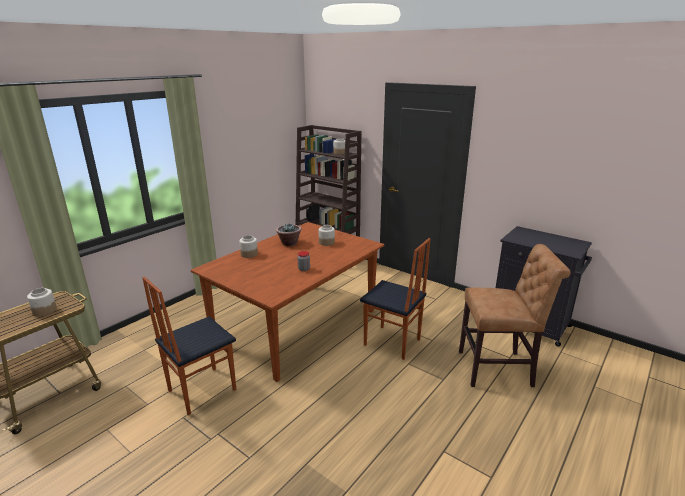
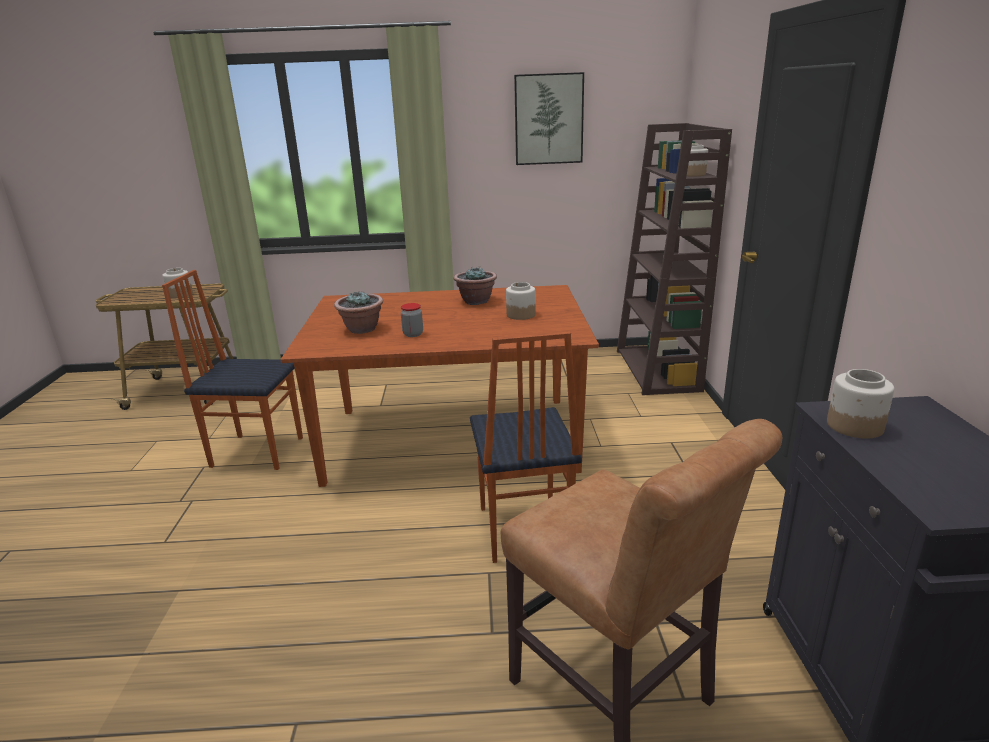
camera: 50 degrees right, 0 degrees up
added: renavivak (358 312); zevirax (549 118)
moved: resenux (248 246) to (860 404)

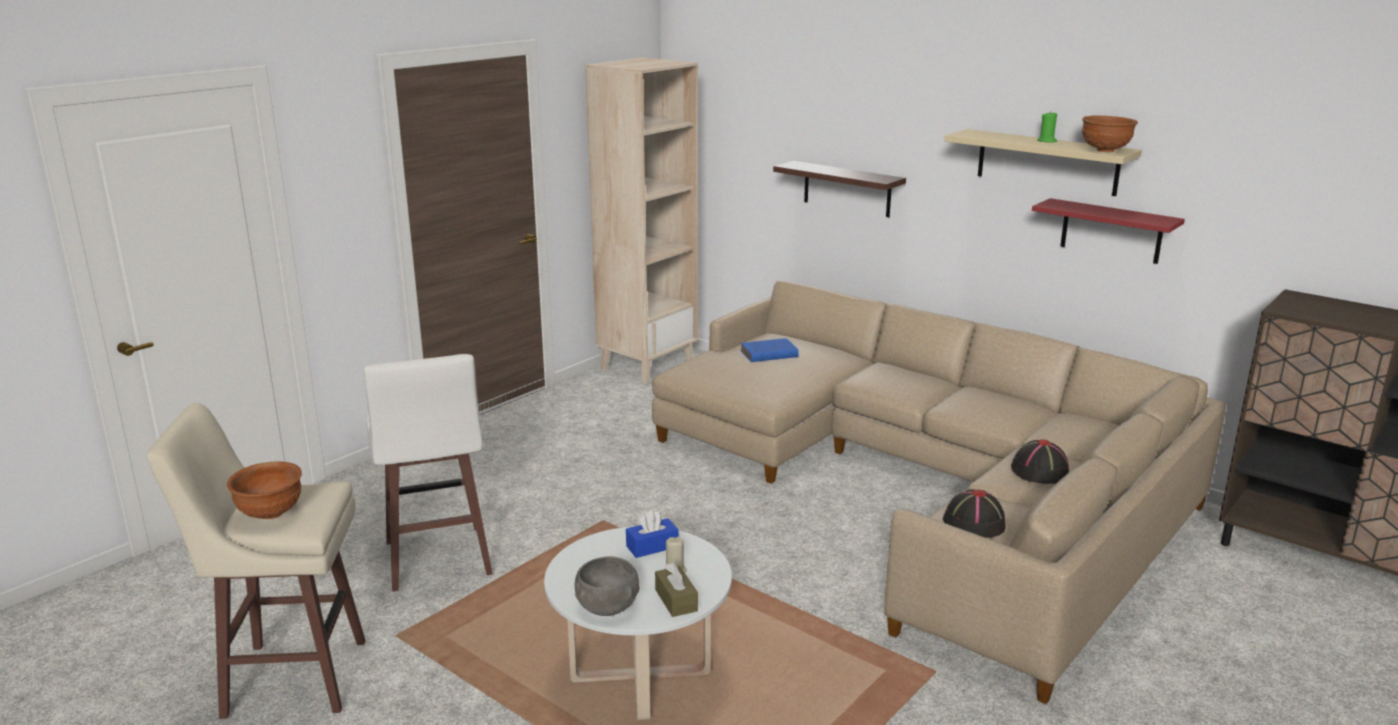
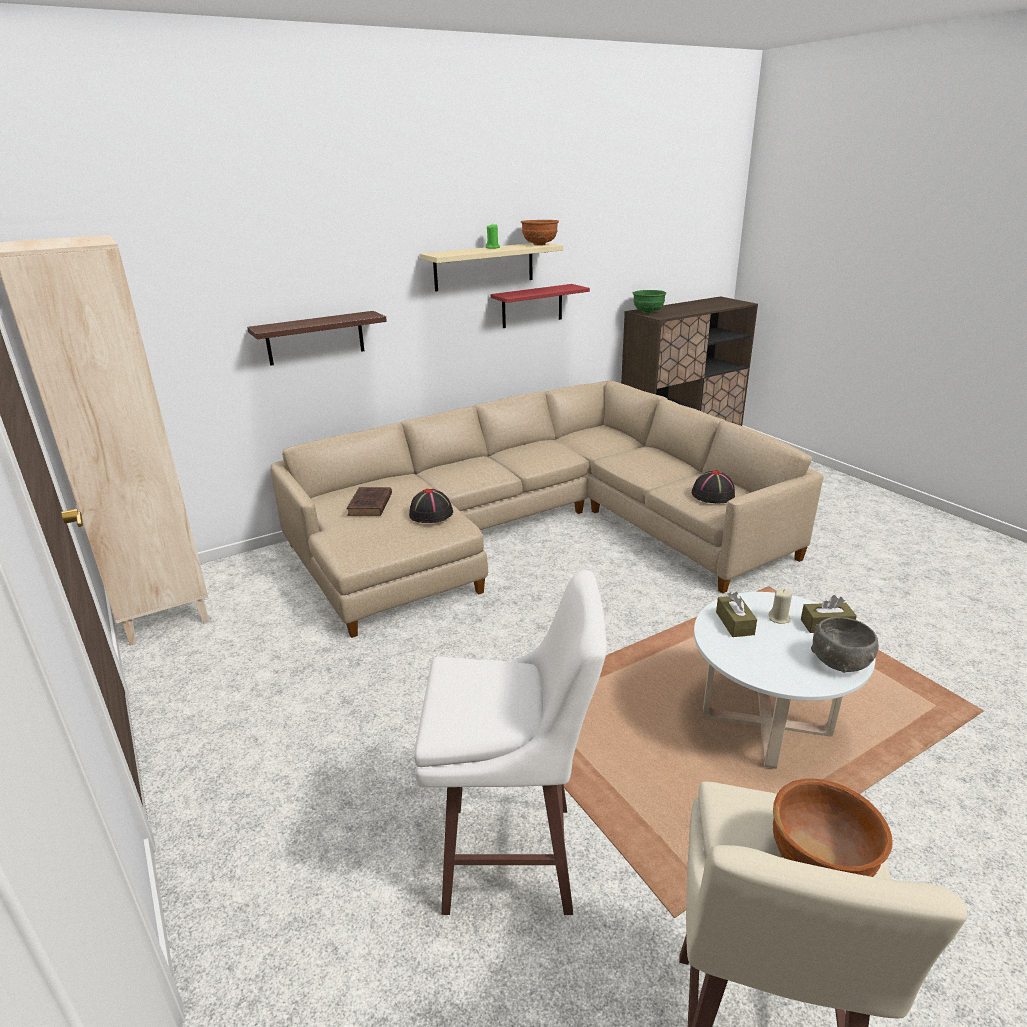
camera: 70 degrees left, 5 degrees up
added: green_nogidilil (649 302)
moved: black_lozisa (1040 461) to (431 506)
recoloured: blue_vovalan (652 534) to brown_vovalan (736 614); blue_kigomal (769 350) to brown_kigomal (369 501)

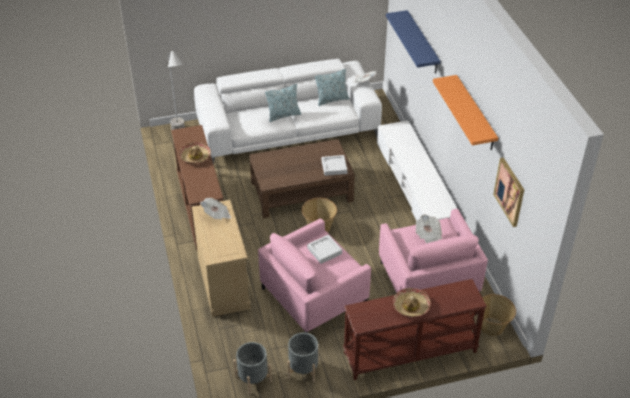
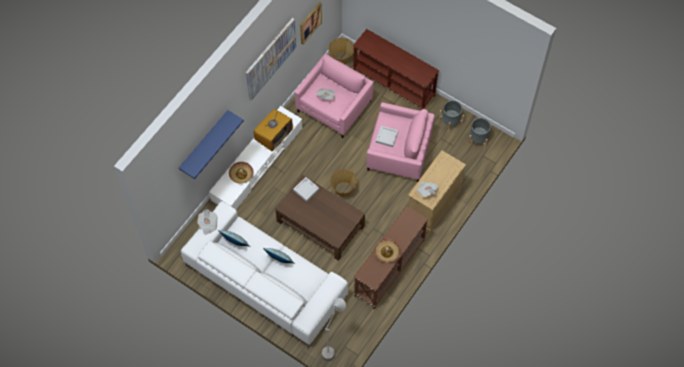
camera: 130 degrees left, 20 degrees up
added: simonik (273 130)
moved: lozisa (412 302) to (241 173)
replaced: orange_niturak (465 112) to zevirax (271 59)

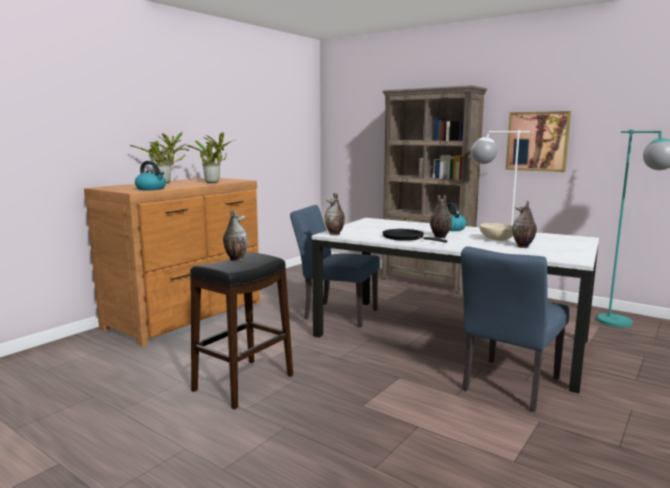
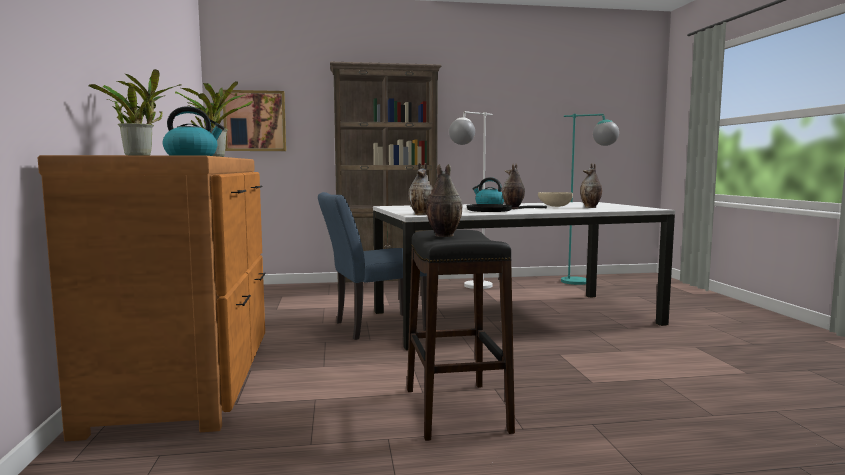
camera: 45 degrees left, 5 degrees down
removed: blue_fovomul (515 329)
moved: zevirax (538 141) to (254 120)

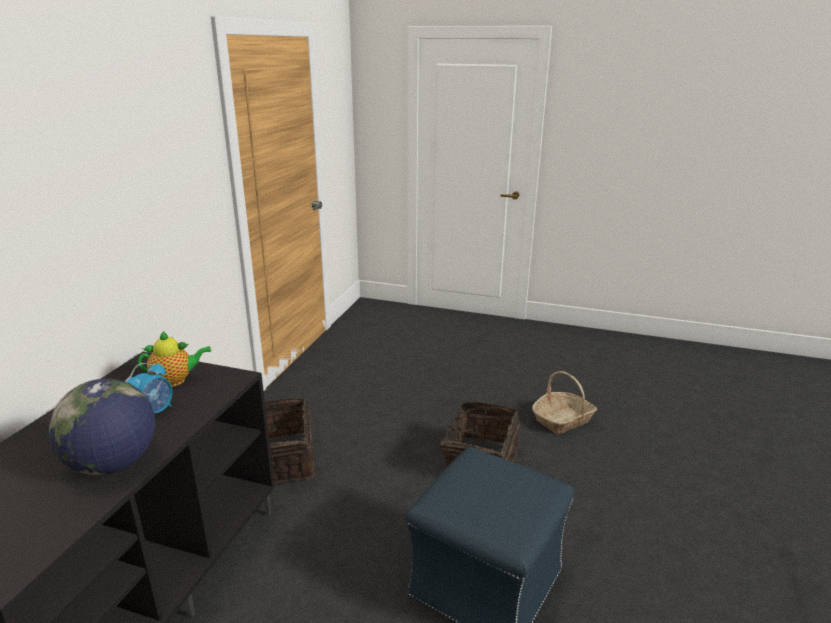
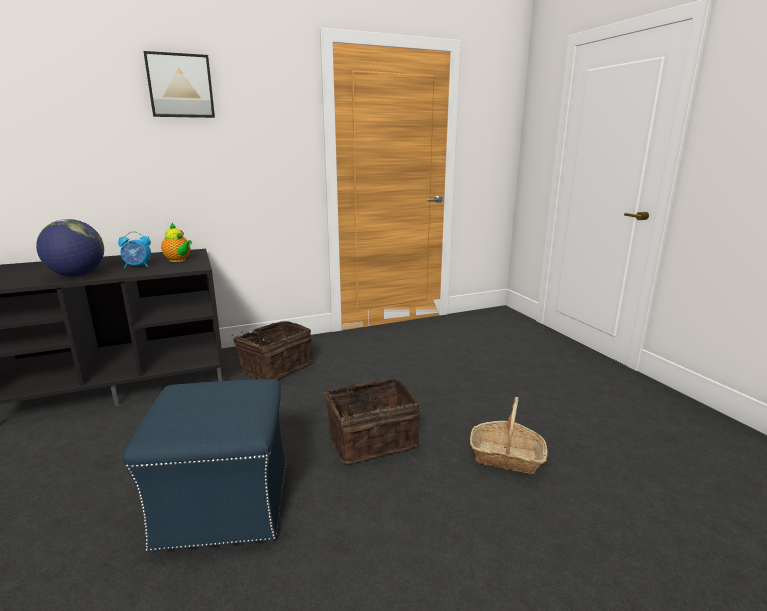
camera: 50 degrees right, 5 degrees down
added: zevirax (179 84)

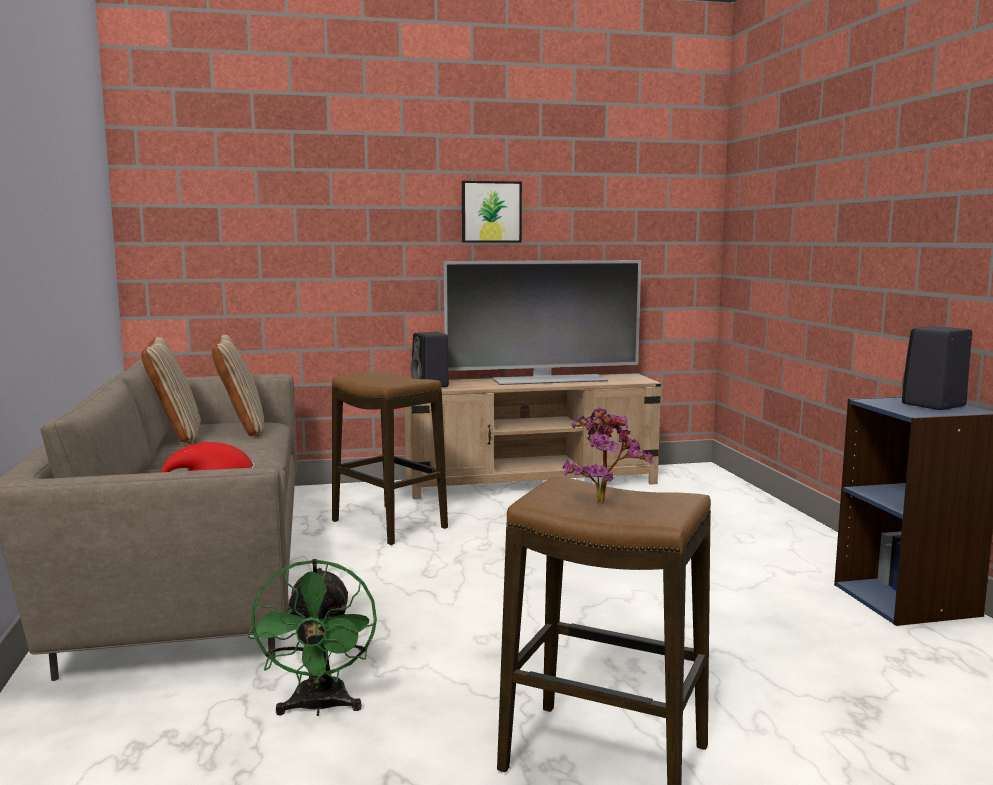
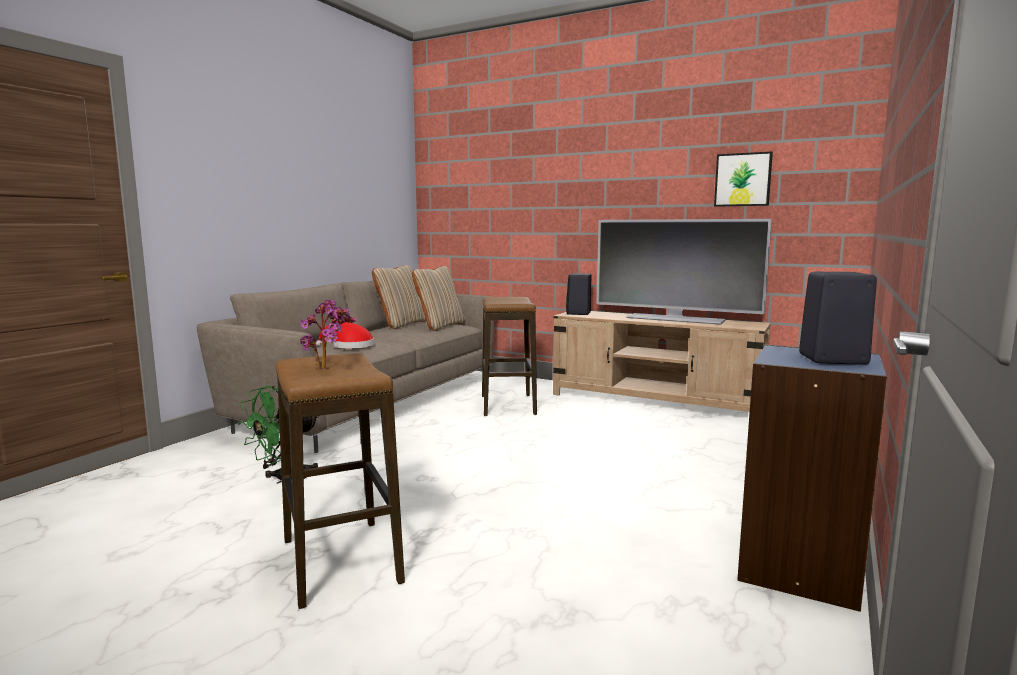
camera: 40 degrees right, 0 degrees up
moved: zevirax (492 211) to (743 179)

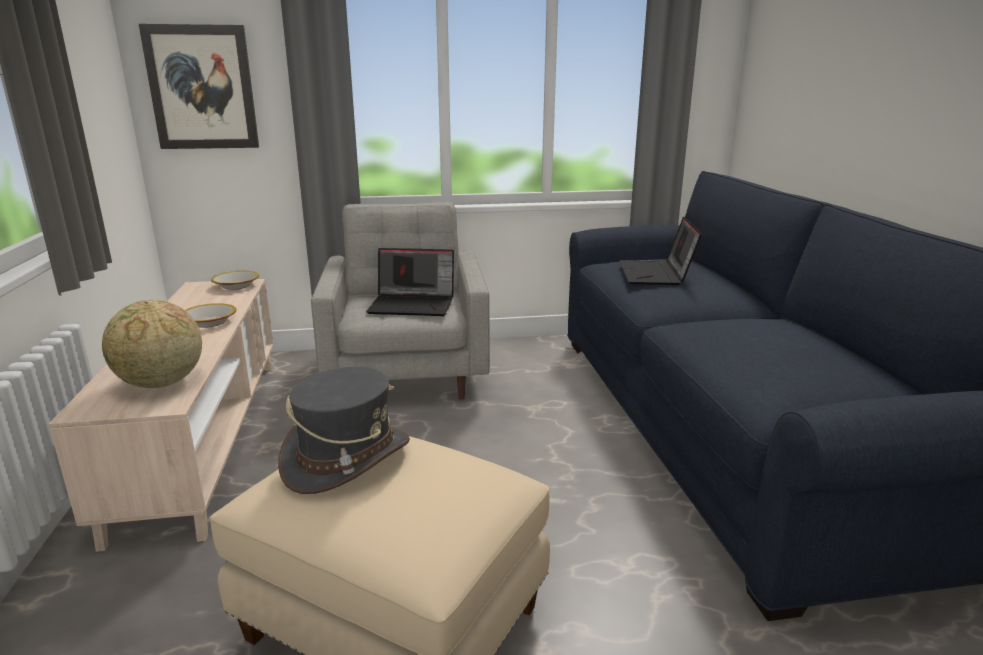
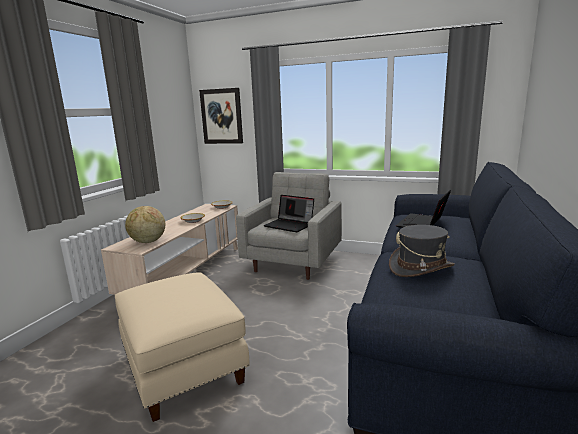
camera: 30 degrees right, 5 degrees down
moved: grey_lozisa (344 430) to (422 251)

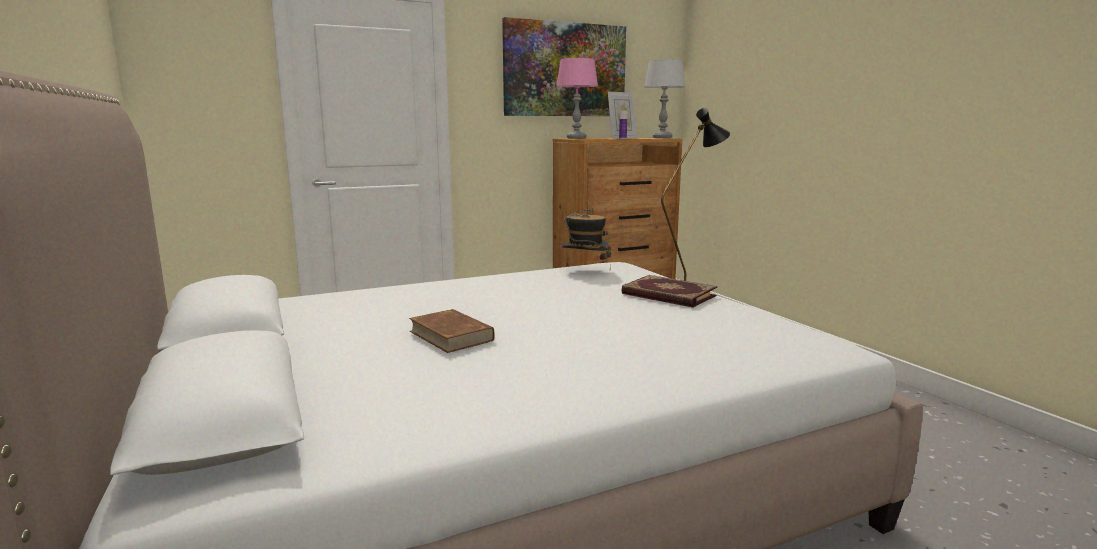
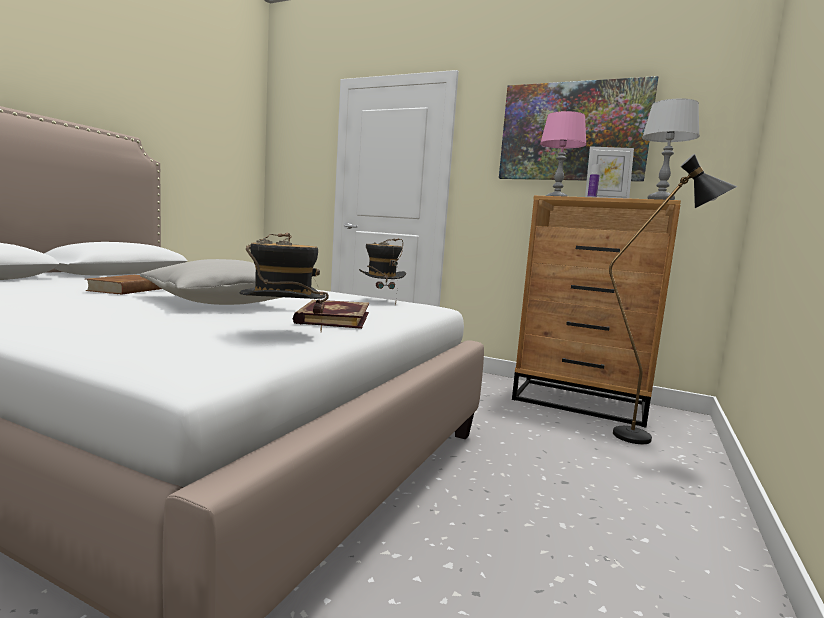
camera: 50 degrees right, 5 degrees down
added: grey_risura (211 282); lozisa (284 281)

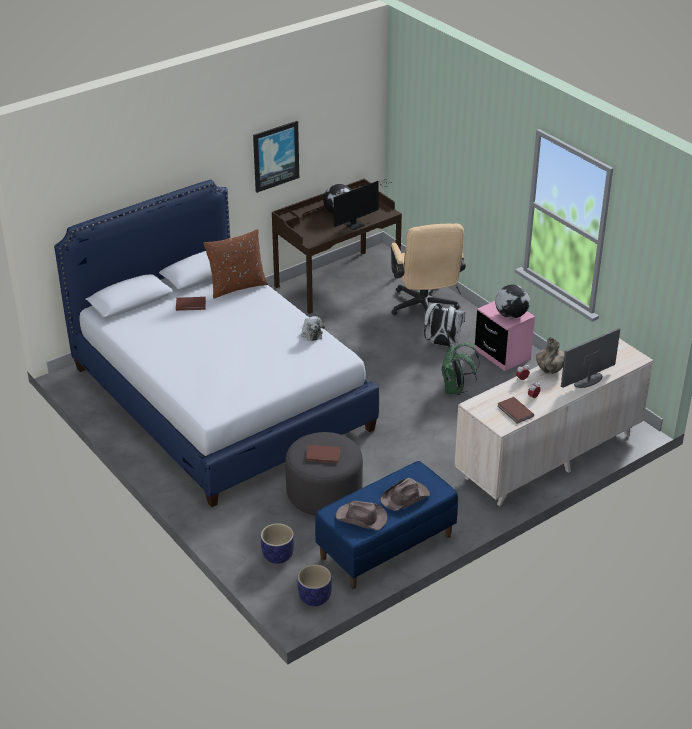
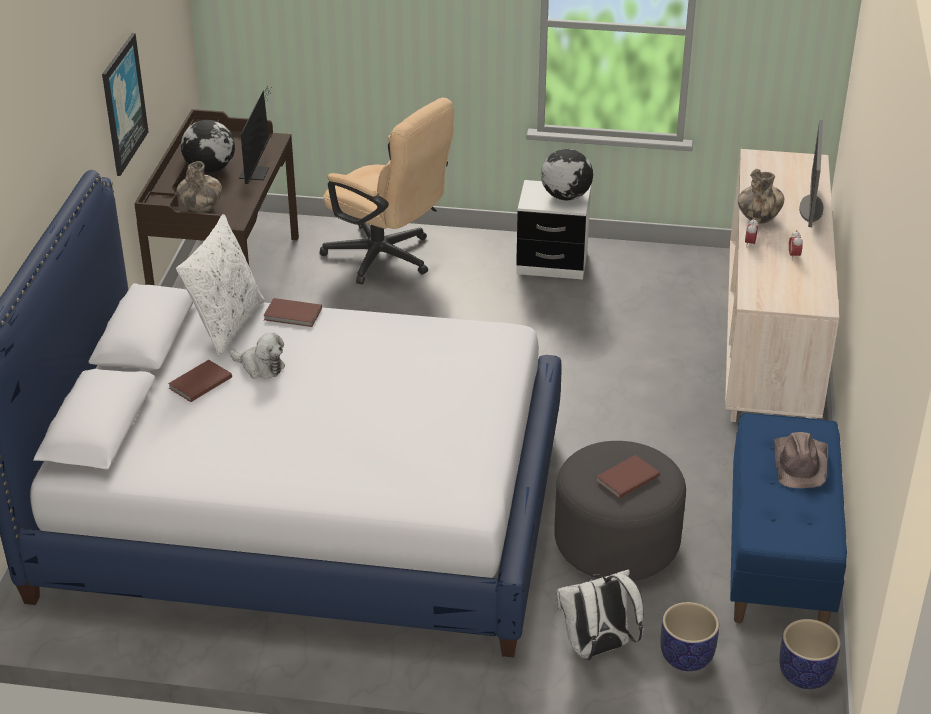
camera: 45 degrees left, 0 degrees up
removed: brown_lozisa (361 515); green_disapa (461 369)
added: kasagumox (199 187)
moved: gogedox (313 328) to (257 356); white_disapa (444 325) to (599 614); brown_kigomal (515 410) to (292 312)
recoloured: brown_risura (235 263) to white_risura (220 285); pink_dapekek (505 336) to white_dapekek (553 230)

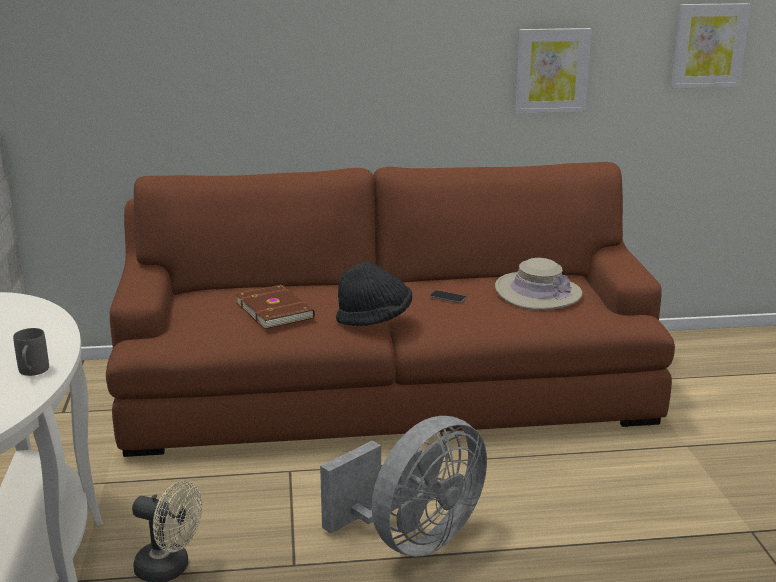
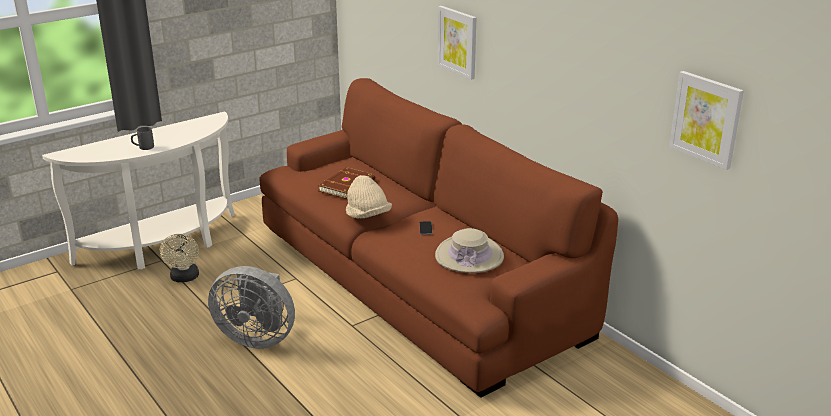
camera: 60 degrees right, 5 degrees up
moved: zevirax (553 71) to (457 43)
recoloured: black_lozisa (374 294) to beige_lozisa (369 196)

